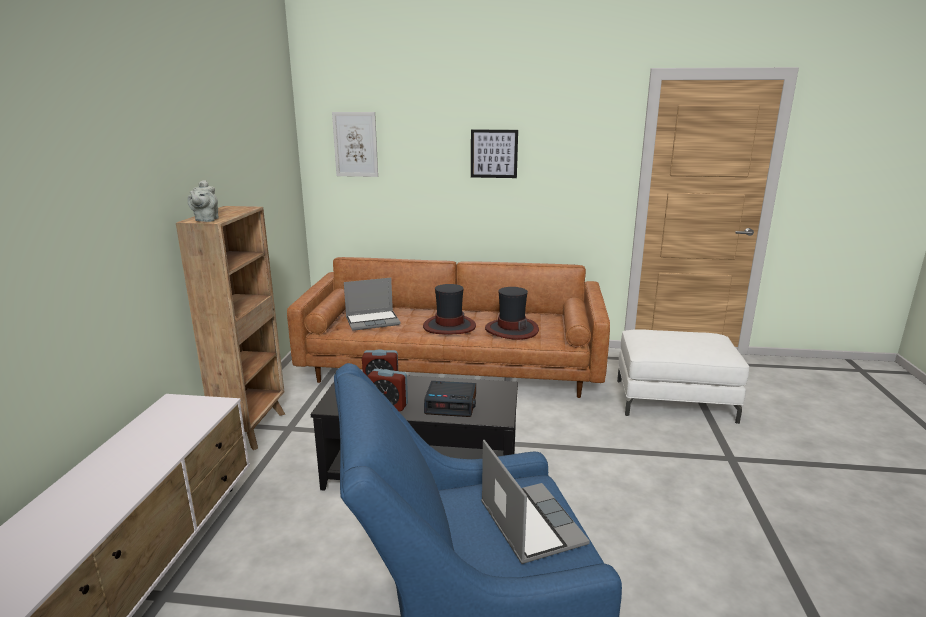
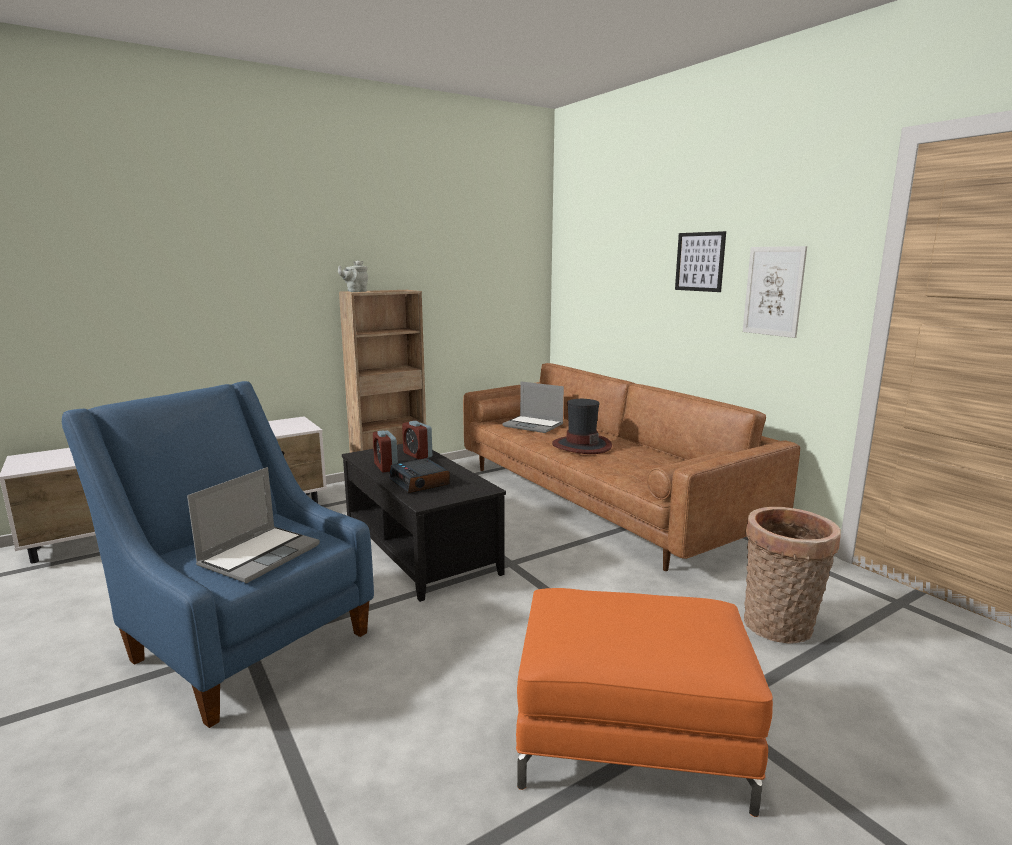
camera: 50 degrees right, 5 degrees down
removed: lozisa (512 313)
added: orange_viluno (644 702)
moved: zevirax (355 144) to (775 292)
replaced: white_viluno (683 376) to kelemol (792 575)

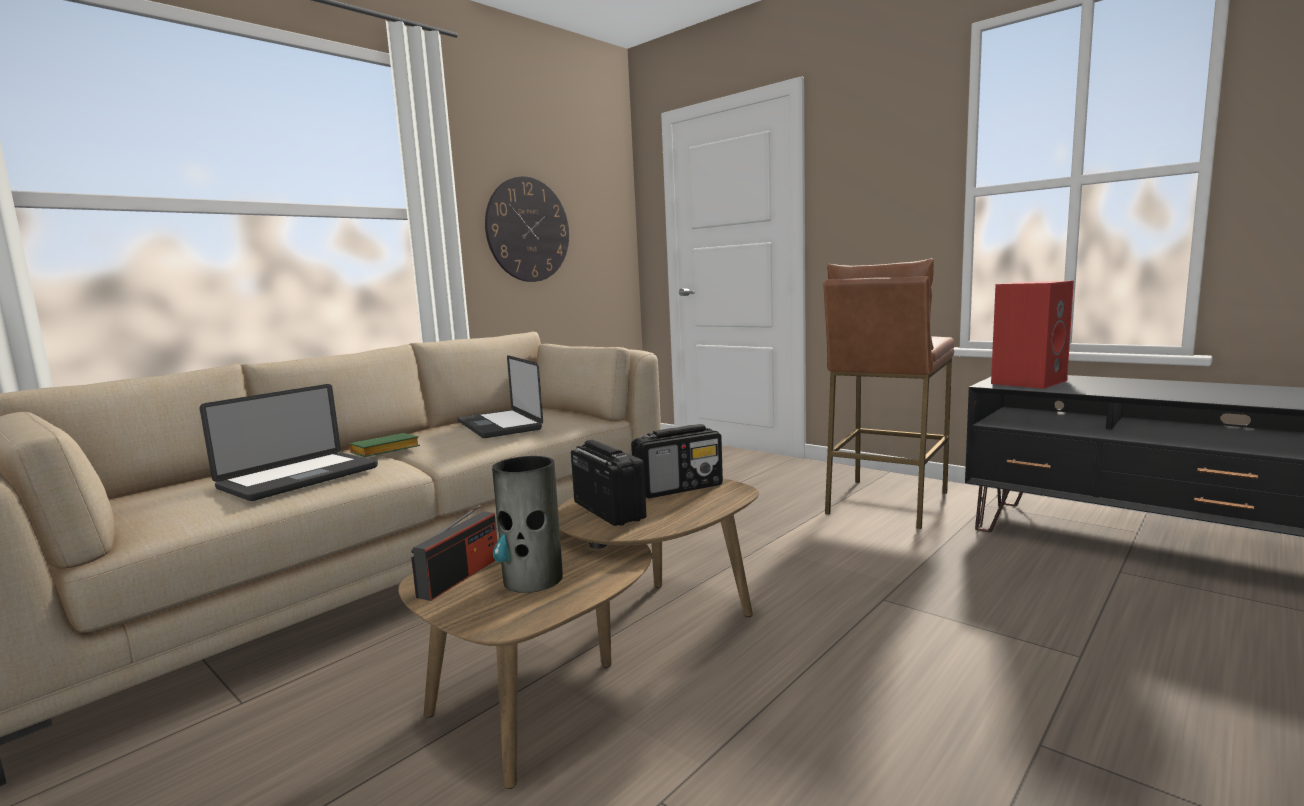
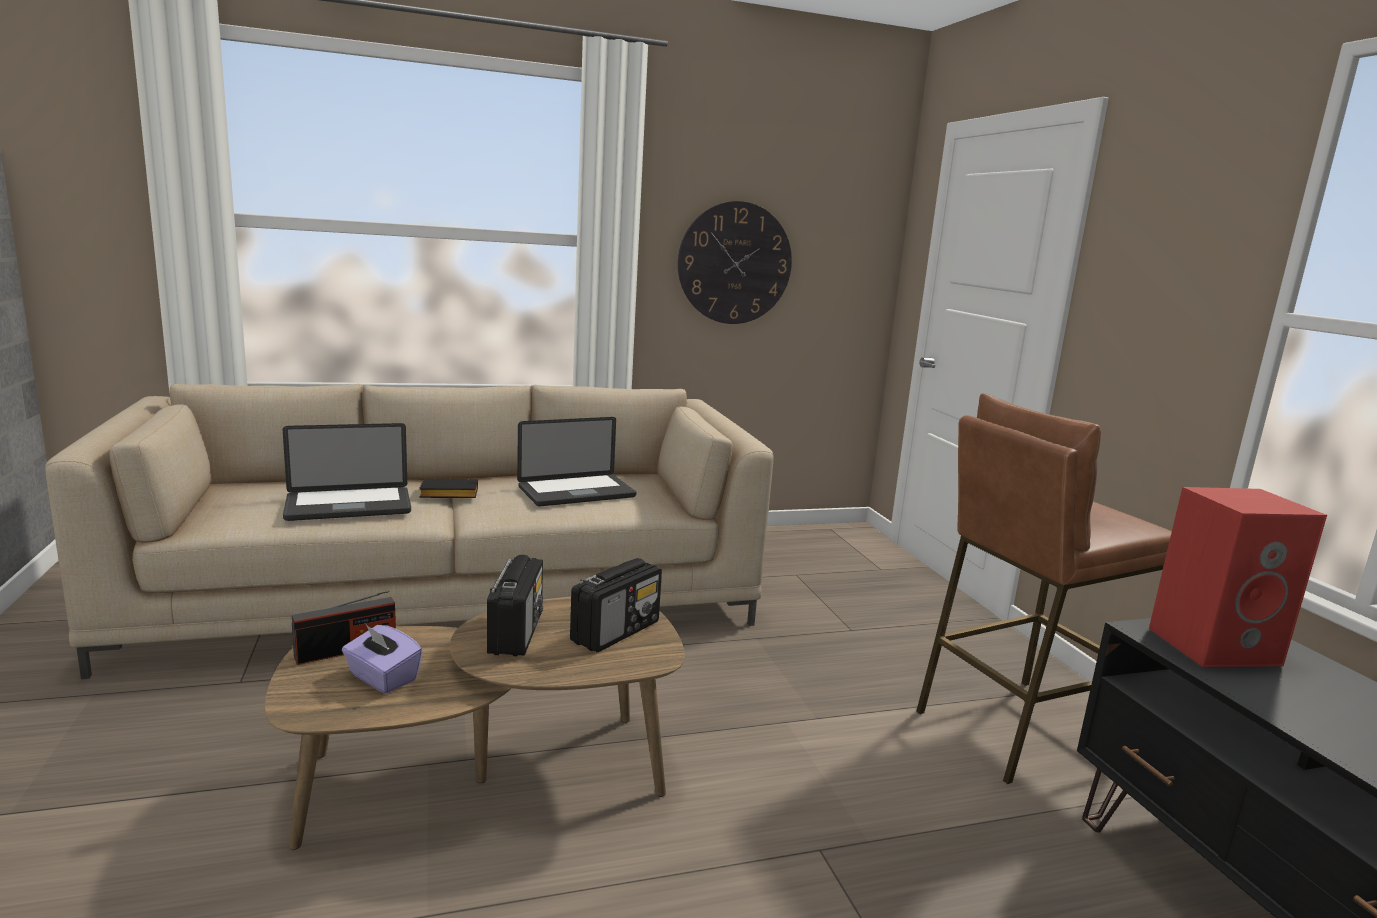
camera: 30 degrees right, 5 degrees up
replaced: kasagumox (527 524) to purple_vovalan (382 659)
recoloured: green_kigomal (384 445) to black_kigomal (448 488)
turned: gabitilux (500 396) = (576 461) 120 degrees counterclockwise; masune (677 461) = (616 605) 60 degrees counterclockwise

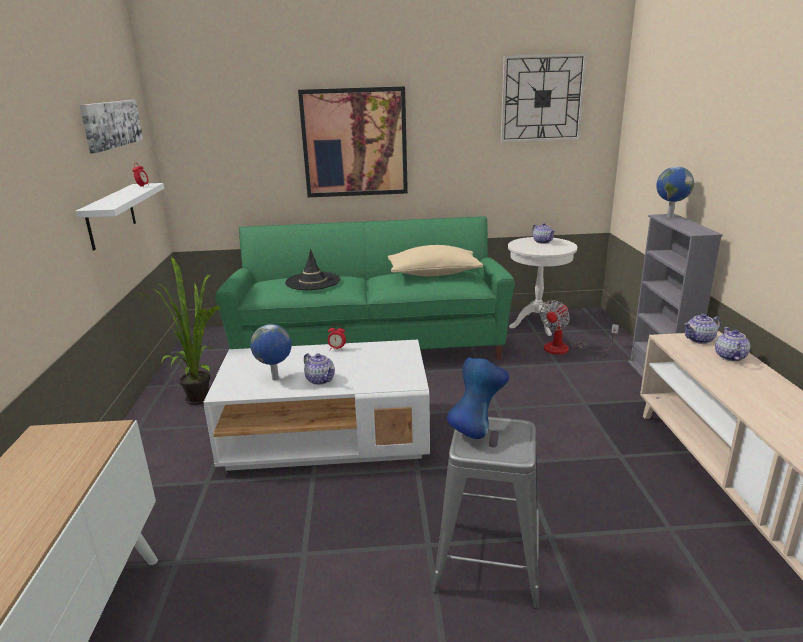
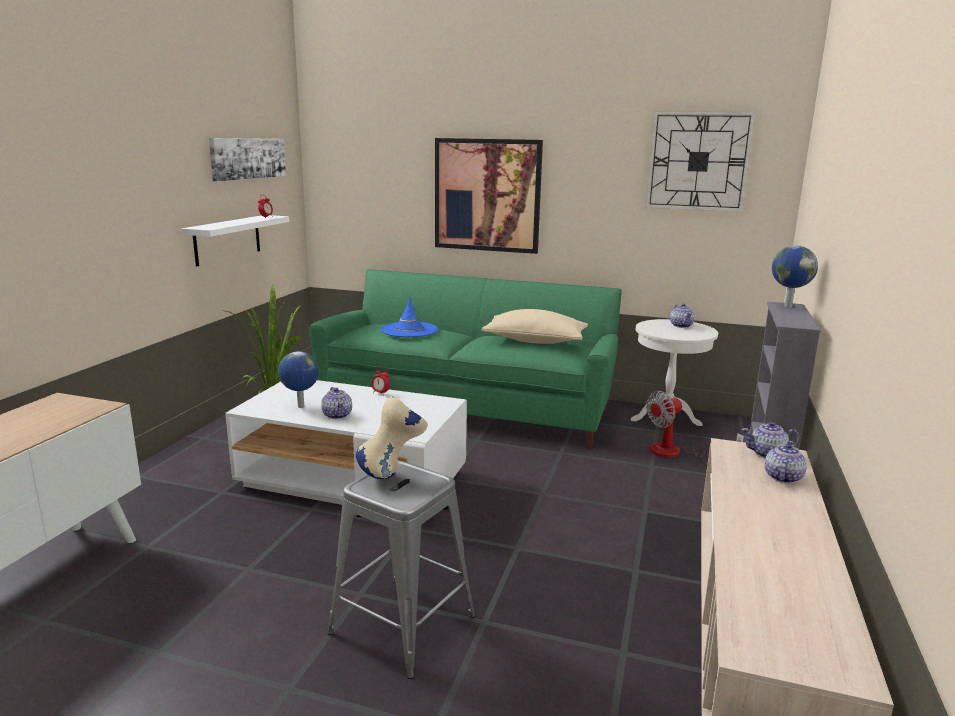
camera: 20 degrees right, 5 degrees down
recoloured: black_lozisa (312 269) to blue_lozisa (409 317); blue_kasagumox (478 398) to beige_kasagumox (392 438)

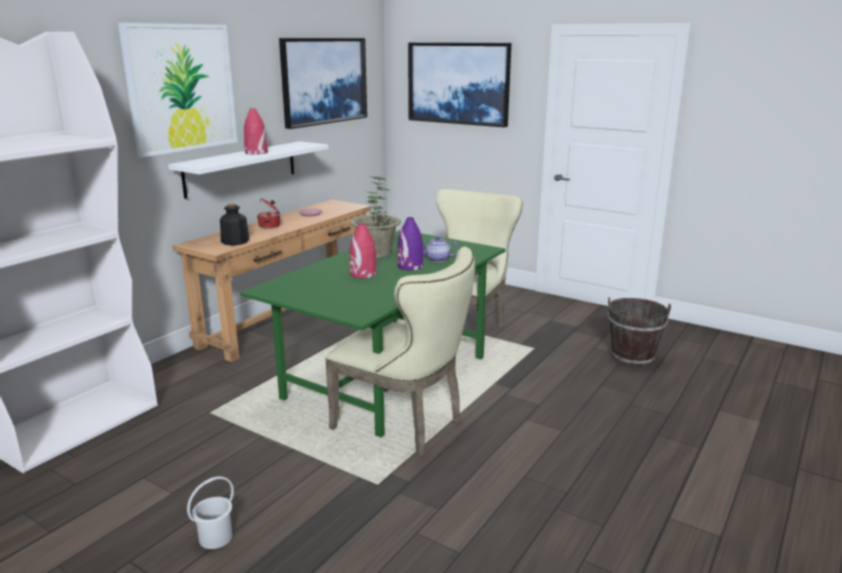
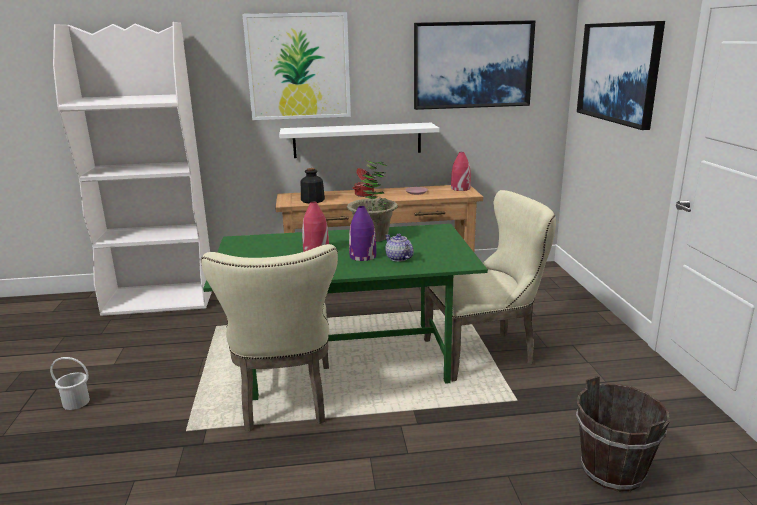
camera: 50 degrees right, 0 degrees up
moved: red_kasagumox (256 131) to (461 171)

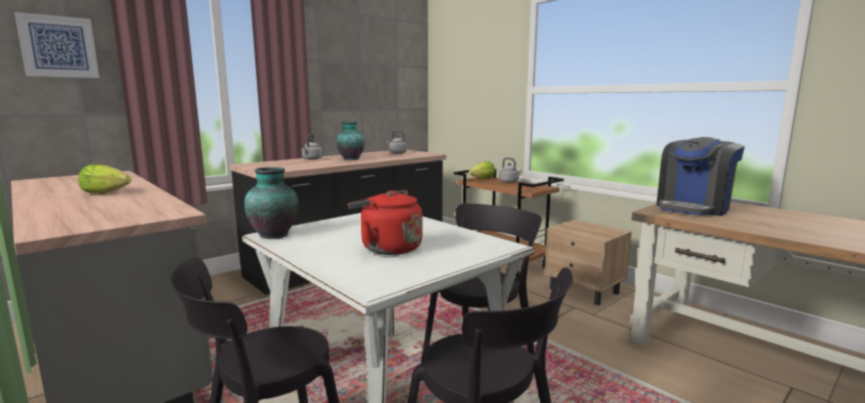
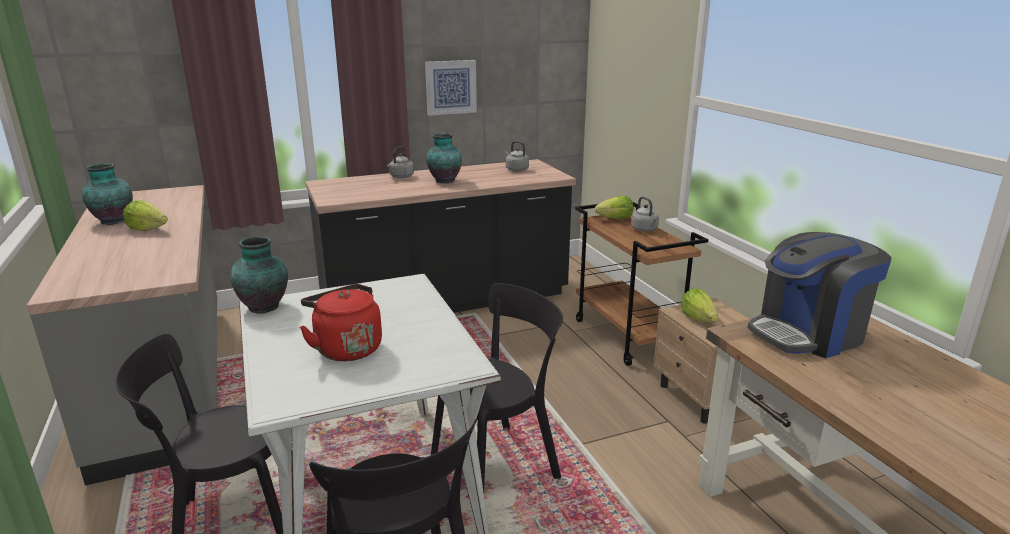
camera: 20 degrees right, 10 degrees up
added: kasagumox (107 194); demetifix (699 305)
moved: zevirax (56 45) to (451 88)

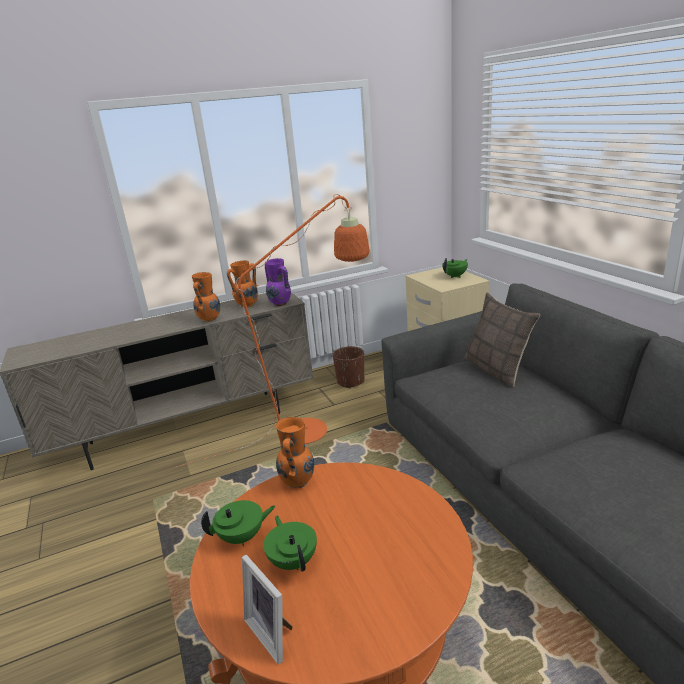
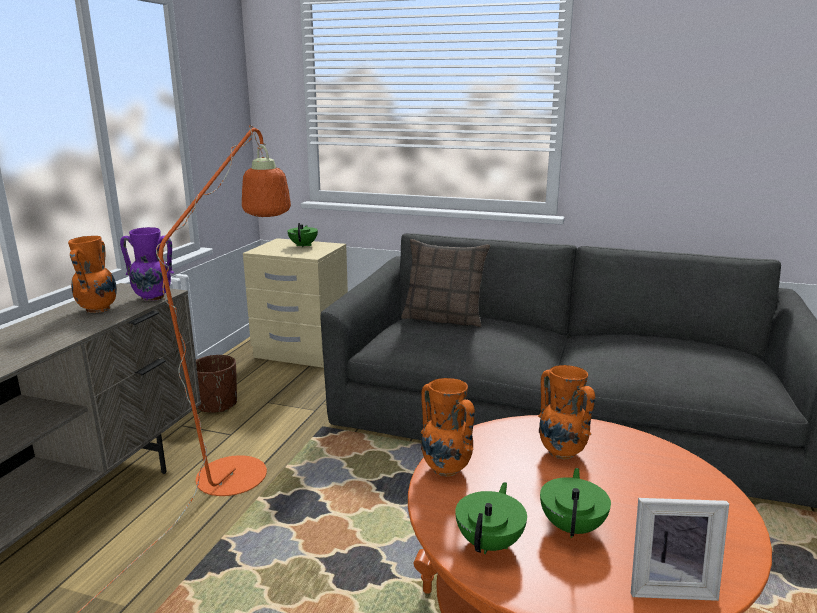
camera: 50 degrees left, 5 degrees down
moved: orange_kasagumox (206 297) to (566 412)
turned: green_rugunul (290 543) = (575 503) 90 degrees clockwise

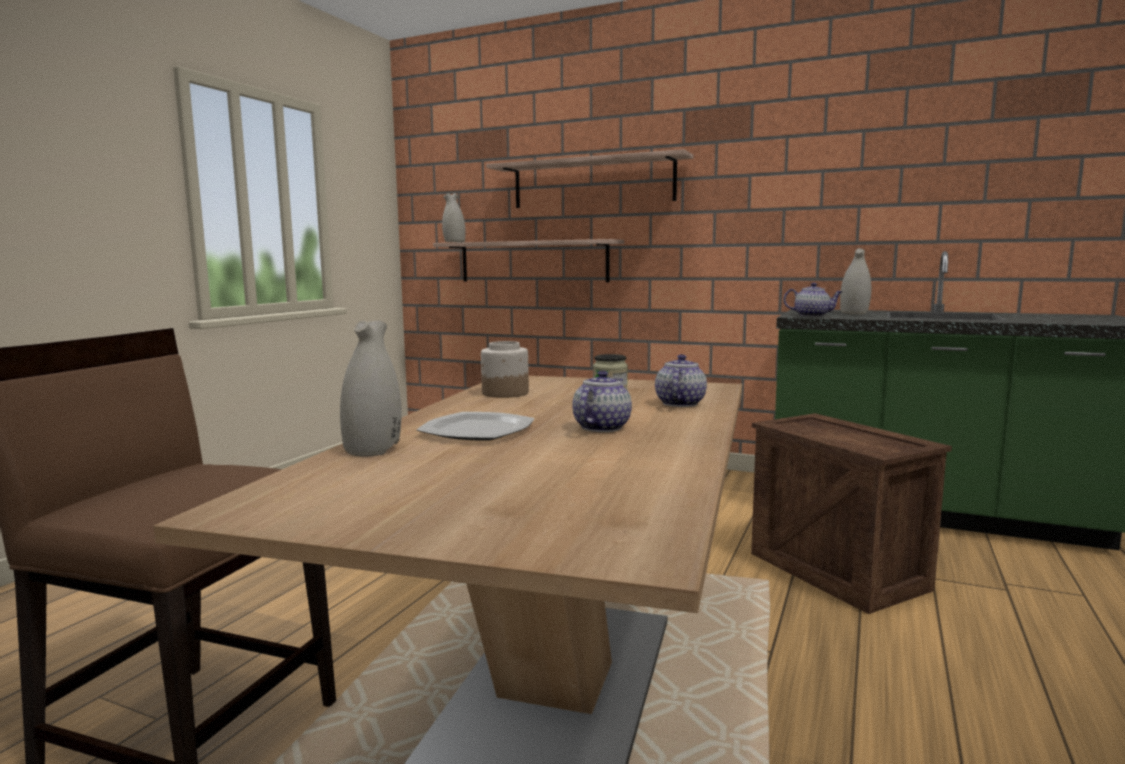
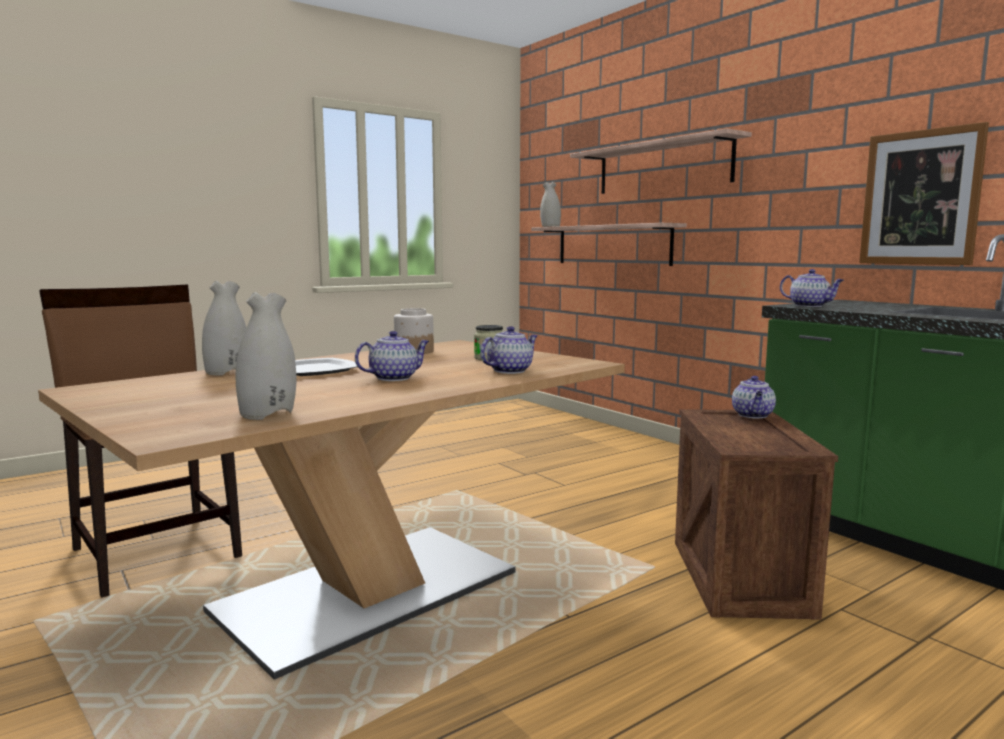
camera: 30 degrees right, 0 degrees up
added: rugunul (754 397); zevirax (924 193)
moved: white_kasagumox (856 281) to (266 356)

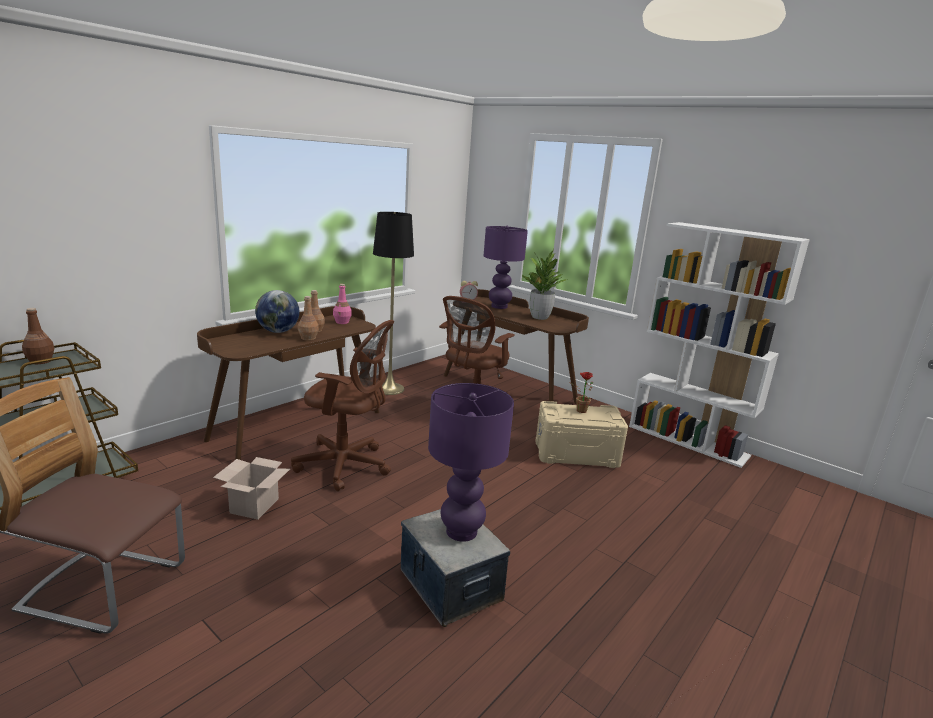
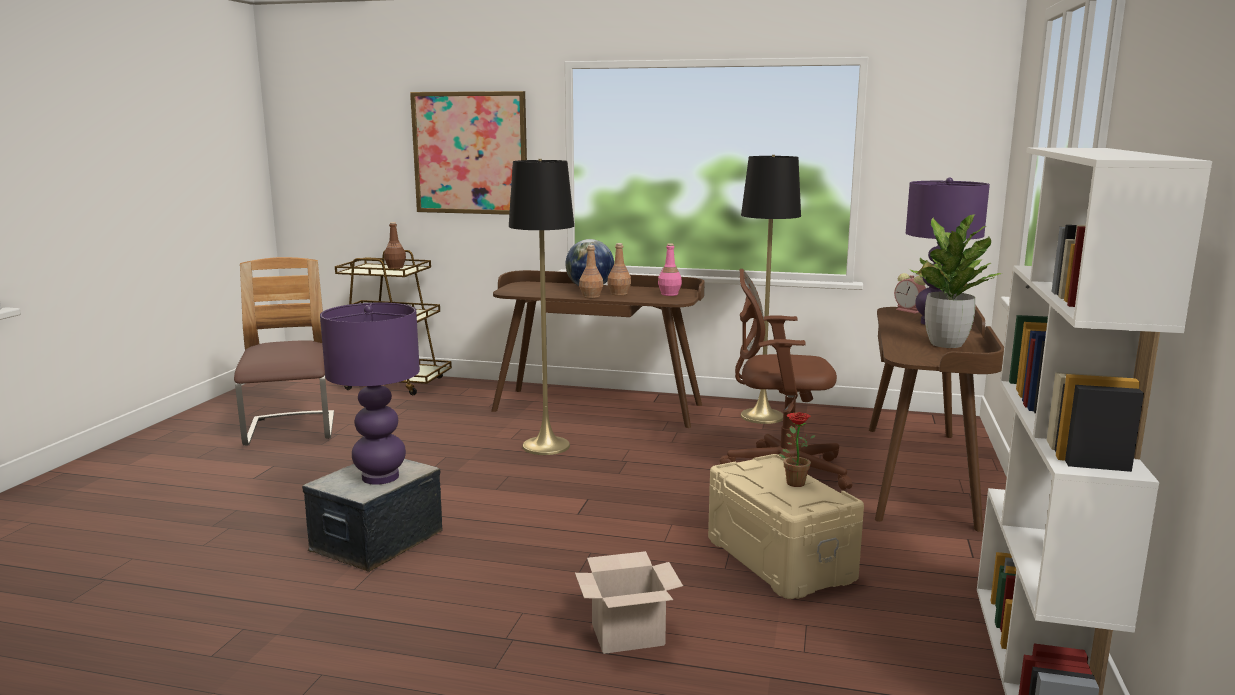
camera: 65 degrees right, 5 degrees down
added: zevirax (468 153)
moved: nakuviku (251 488) to (629 602)
replaced: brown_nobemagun (342 405) to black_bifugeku (541 307)

